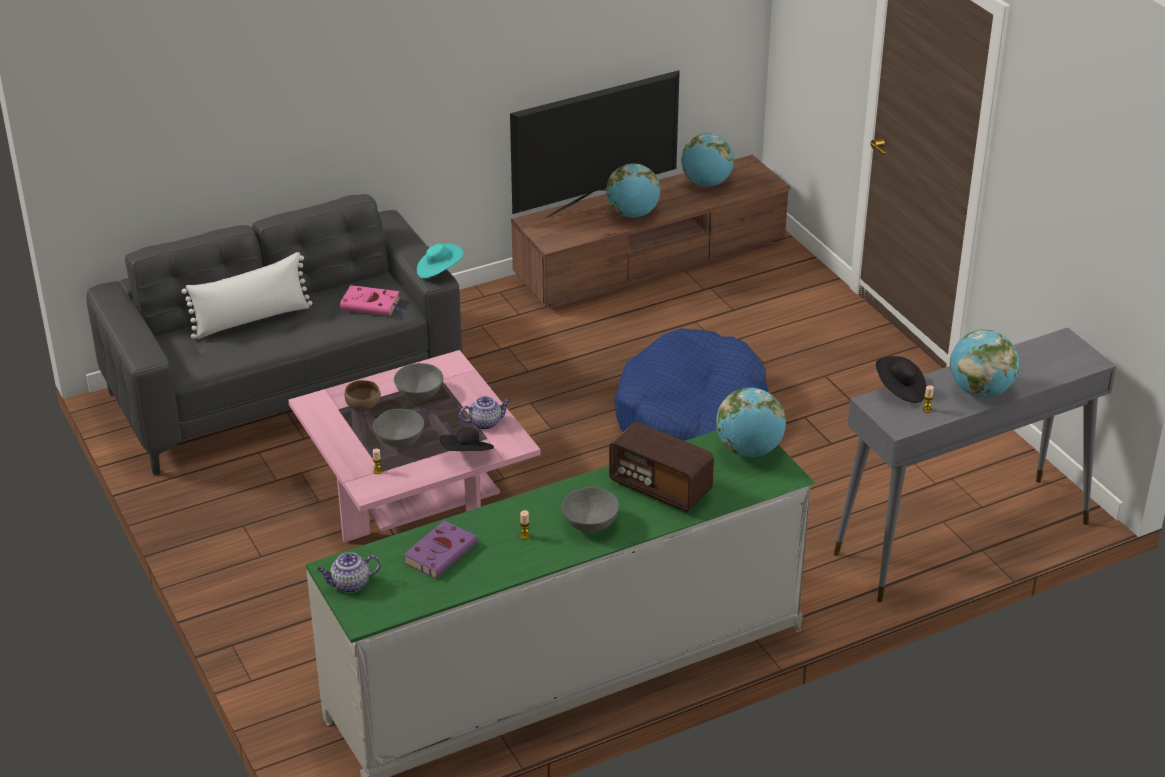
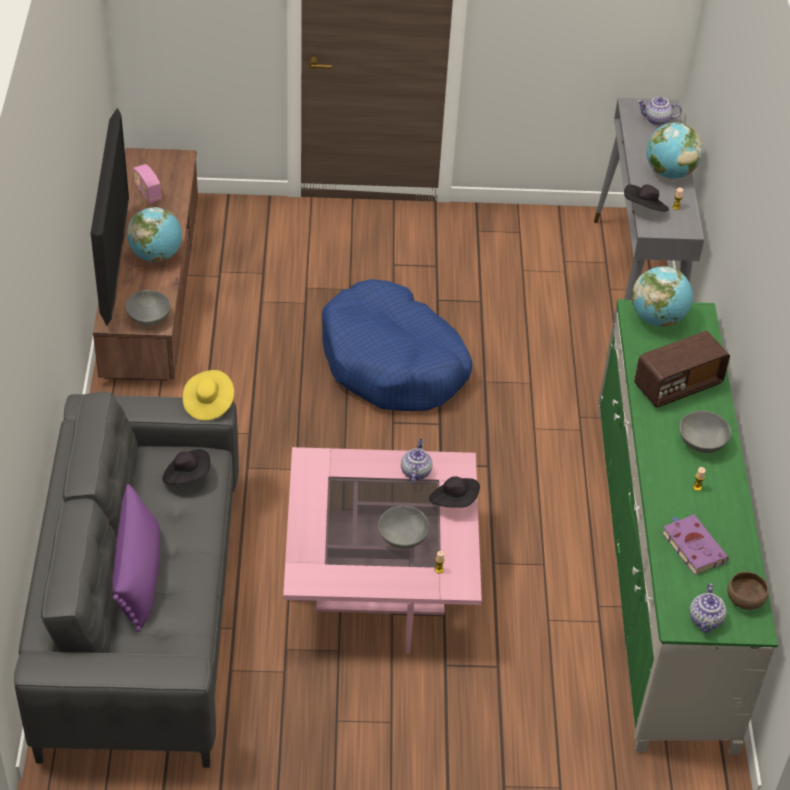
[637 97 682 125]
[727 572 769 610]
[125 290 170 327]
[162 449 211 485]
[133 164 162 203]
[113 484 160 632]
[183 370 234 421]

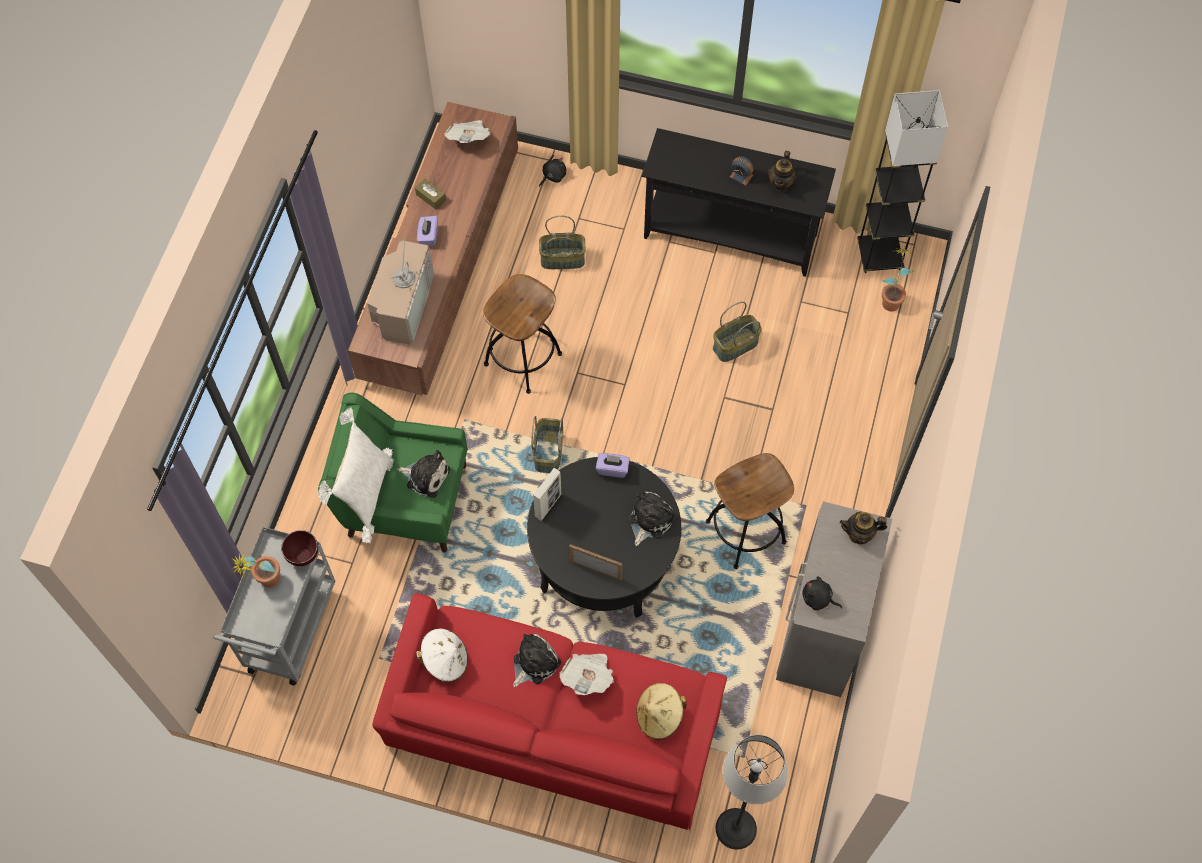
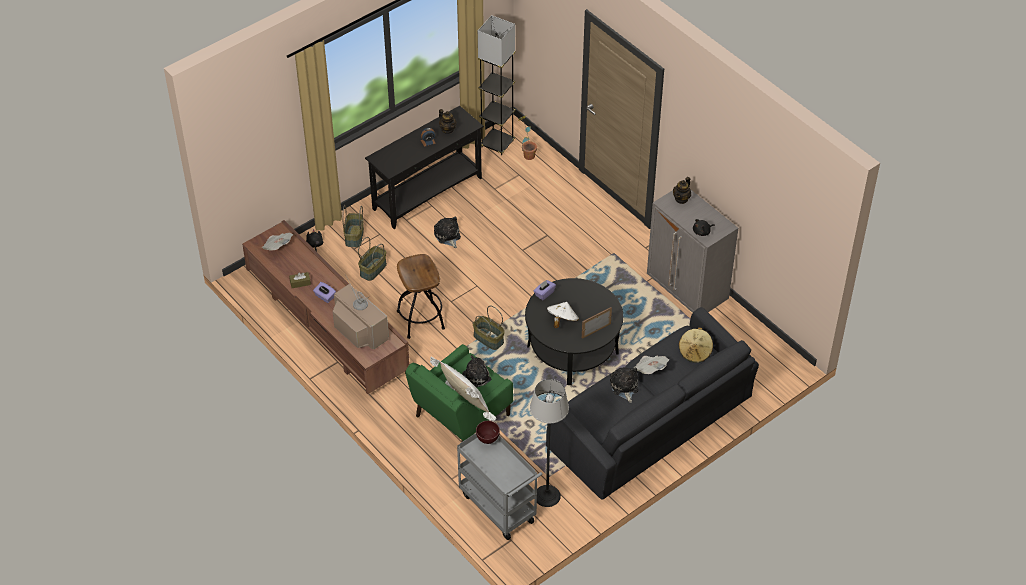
[231 552 280 587] (first image)
[533 468 561 521] (first image)
[706 453 794 569] (first image)
[547 302 579 328]
[434 216 461 248]
[342 205 364 247]
[530 379 569 507]
[546 307 759 500]

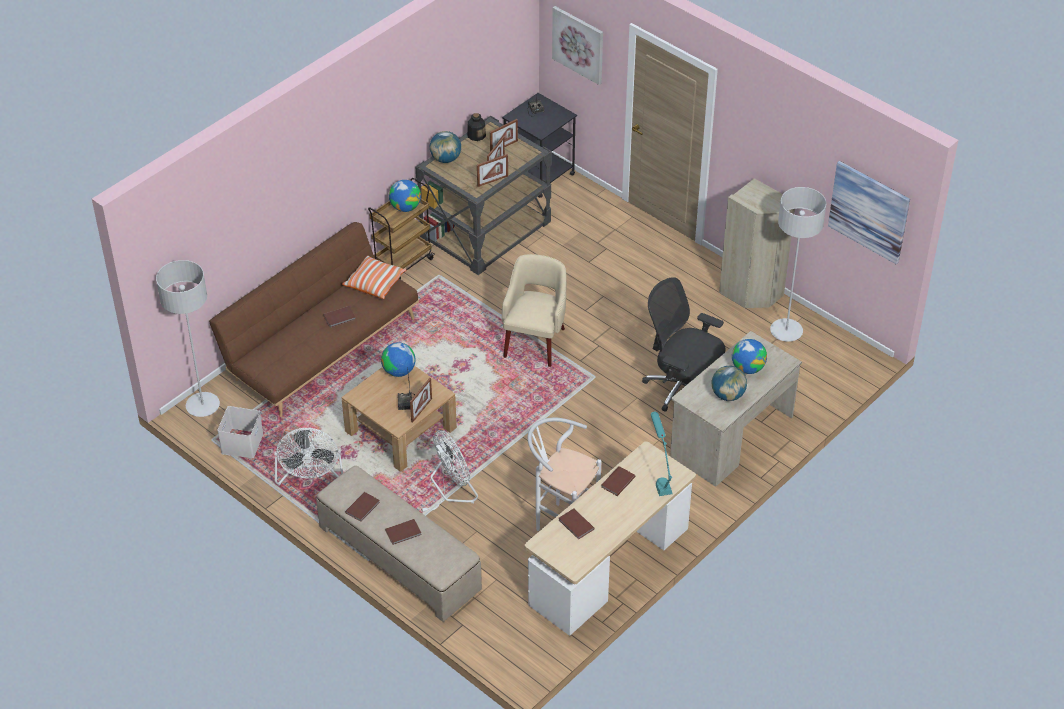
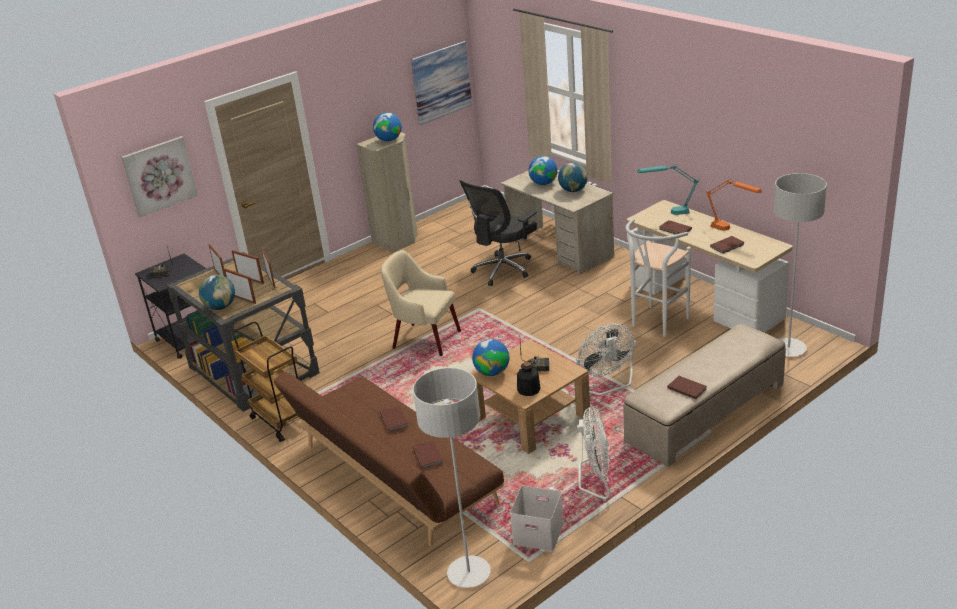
[342 256 406 299] (first image)
[706 178 762 230]
[413 440 443 469]
[373 112 402 141]
[224 268 256 304]
[517 362 541 396]
[774 173 827 357]

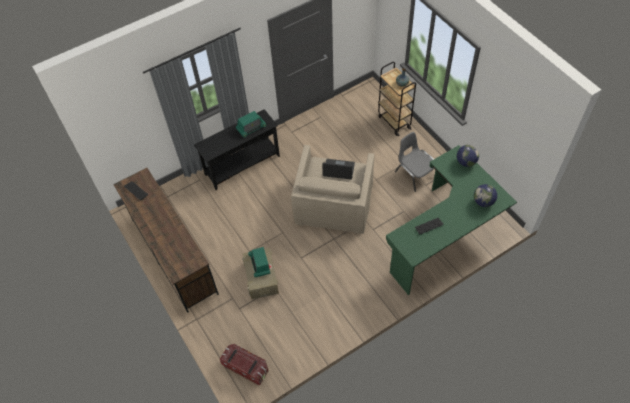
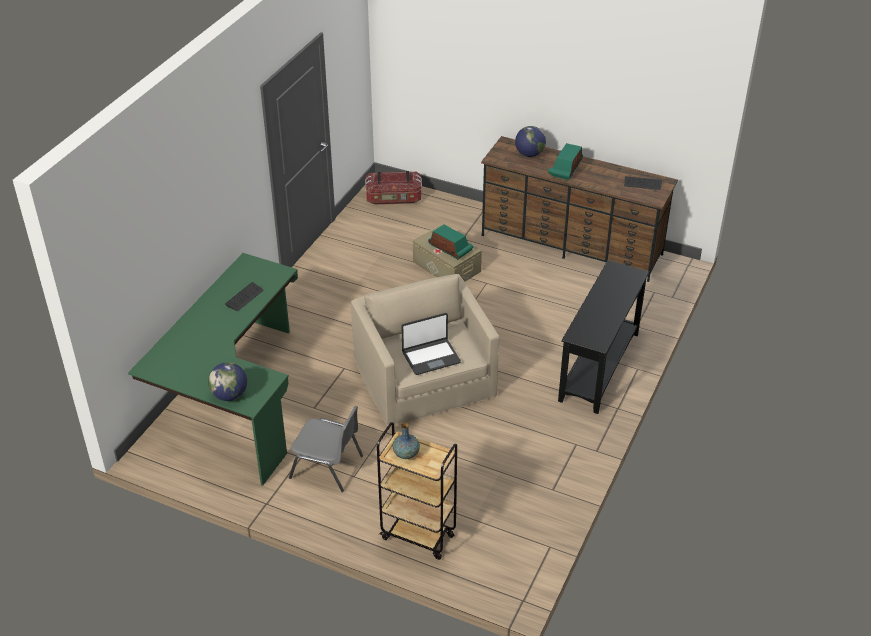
[548 143 583 180]
[515 126 546 157]

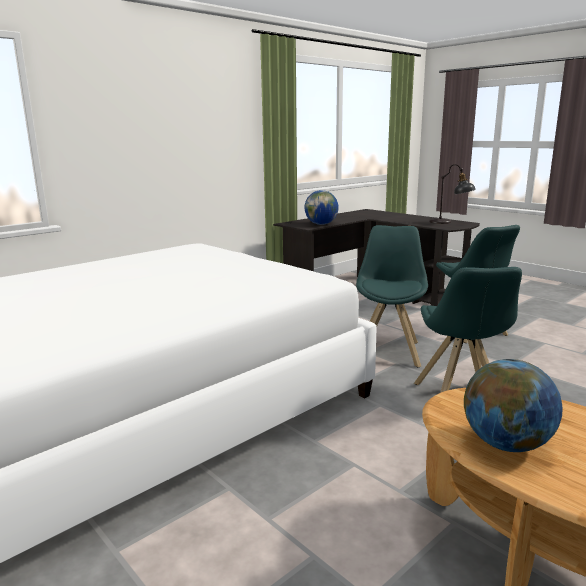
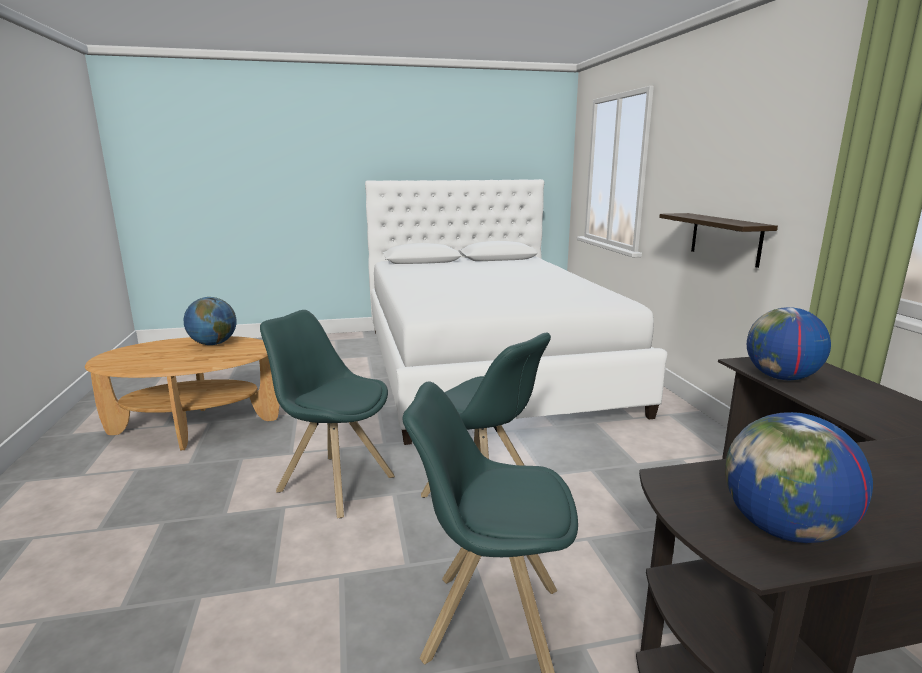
[659 213 778 268]
[725 412 873 543]

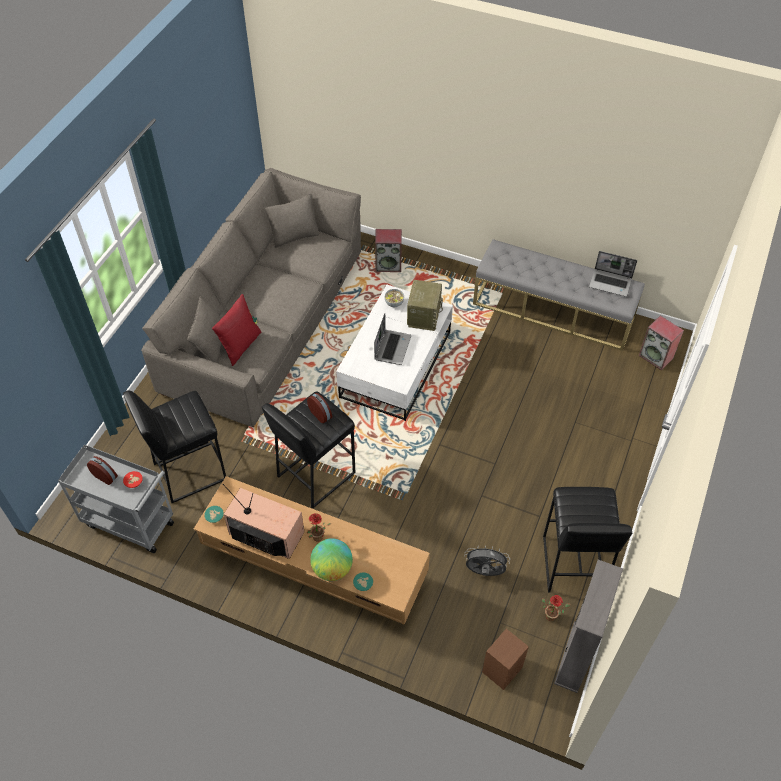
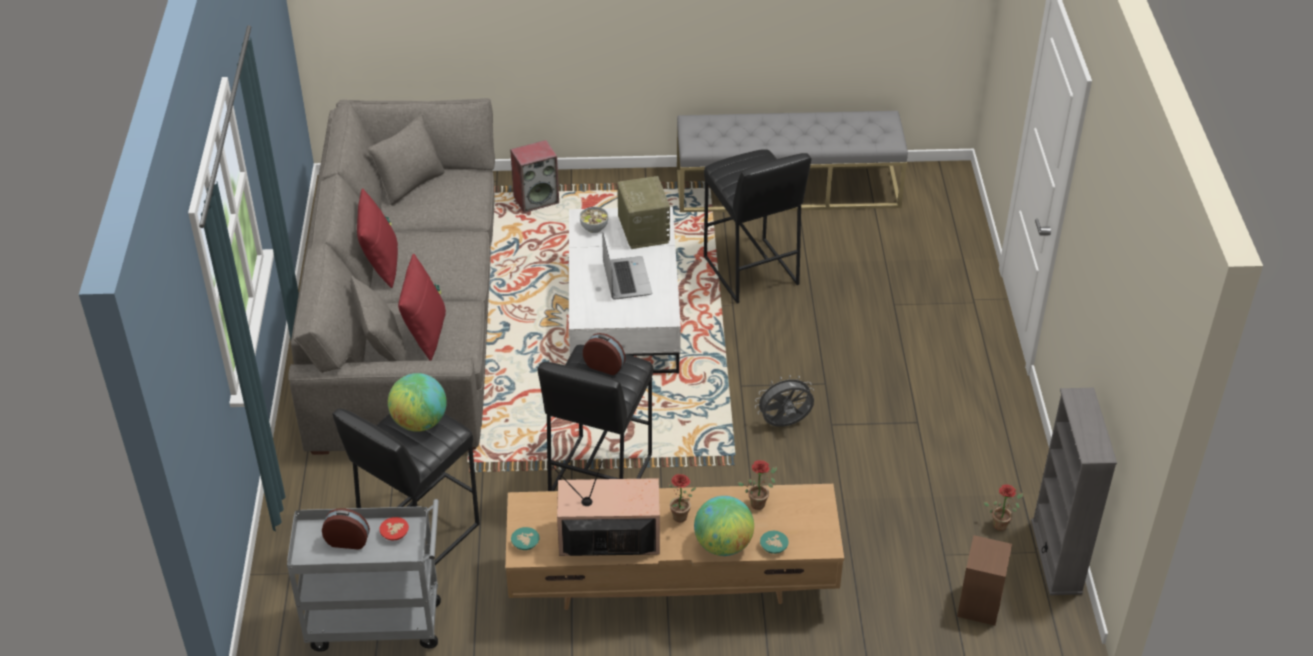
[589 251 637 297] (first image)
[639 316 684 371] (first image)
[357 189 398 288]
[388 373 447 432]
[737 460 777 510]
[755 375 814 427]
[704 149 811 304]

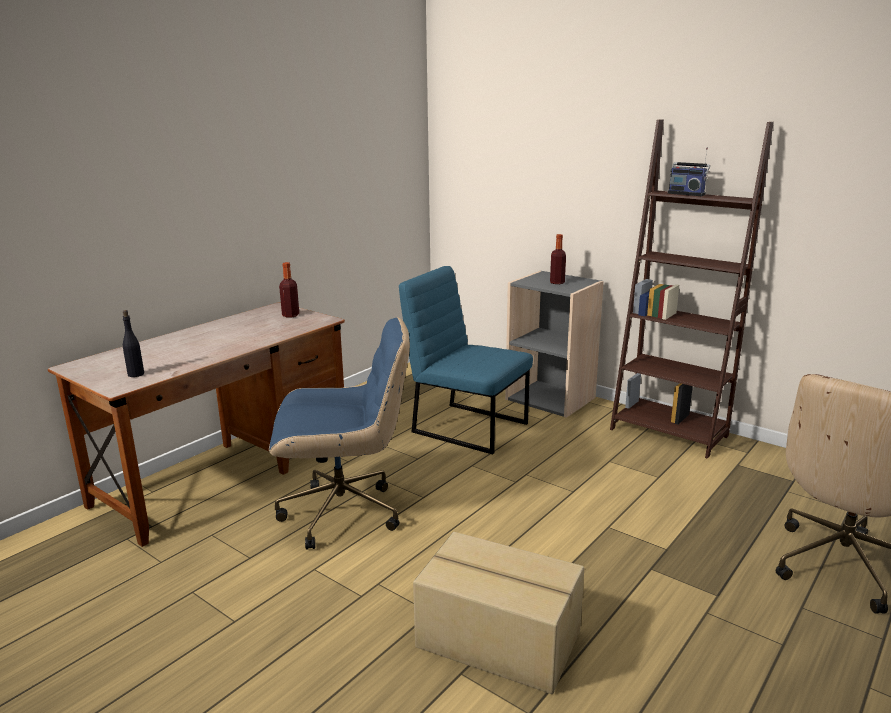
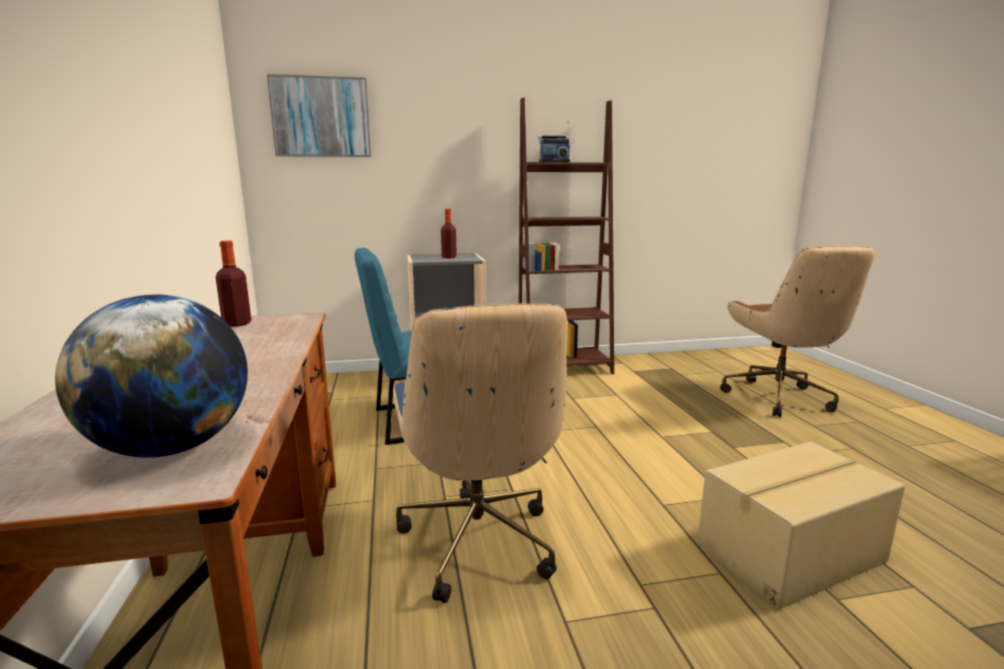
[267 74 371 157]
[55 294 248 458]
[393 304 567 603]

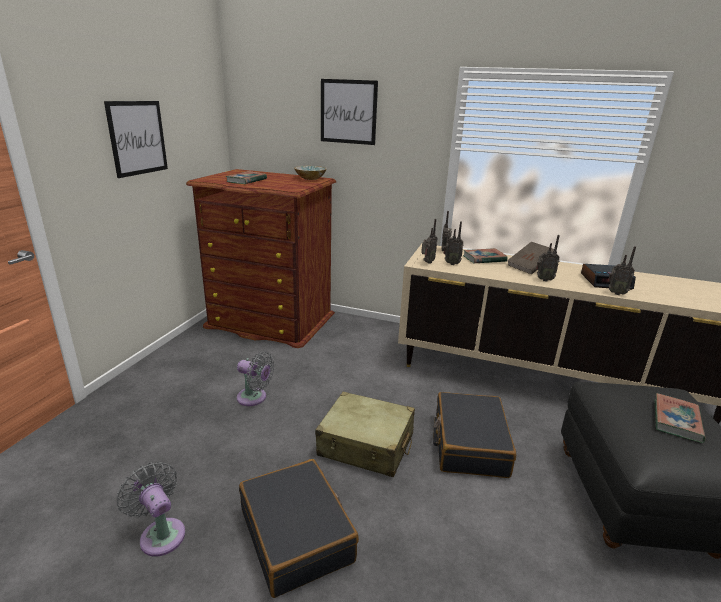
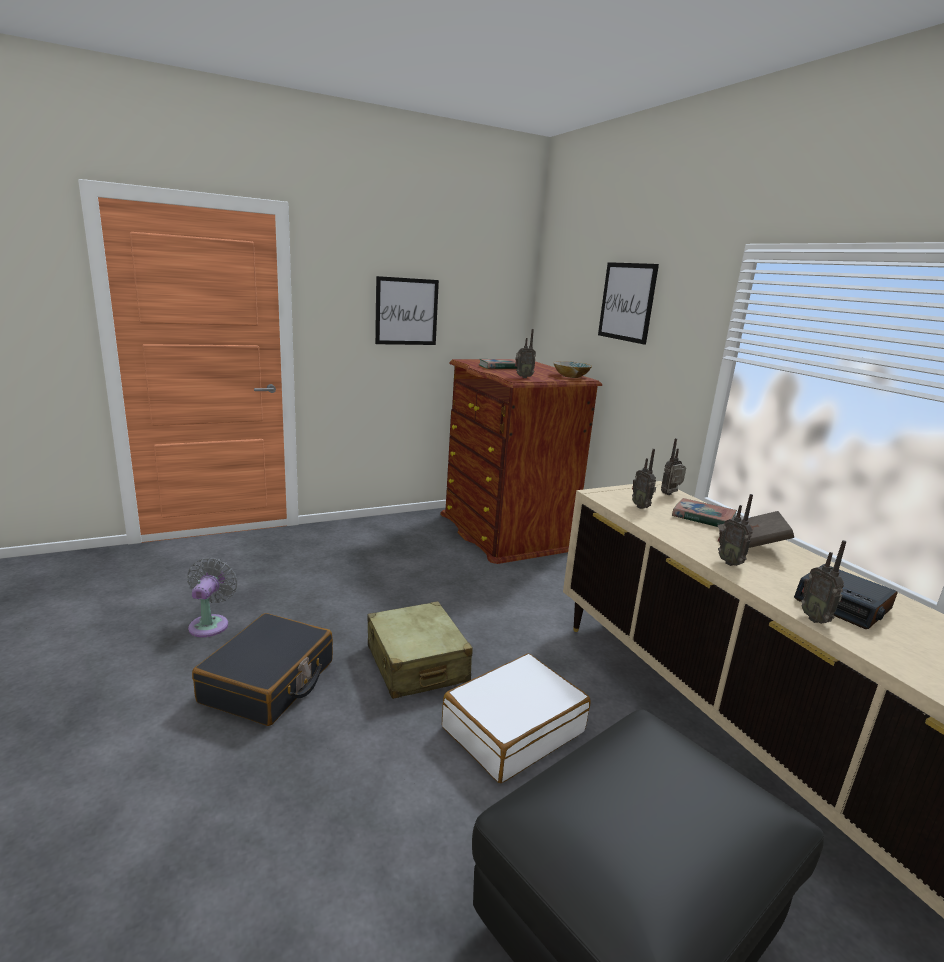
[237 351 274 406] (first image)
[654 393 705 443] (first image)
[515 329 536 378]
[442 654 591 783]

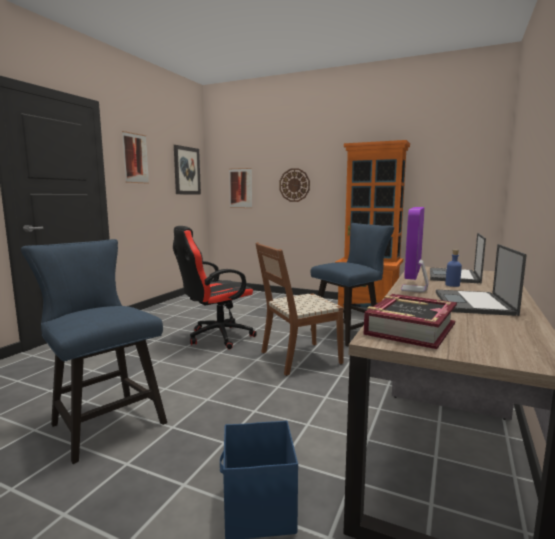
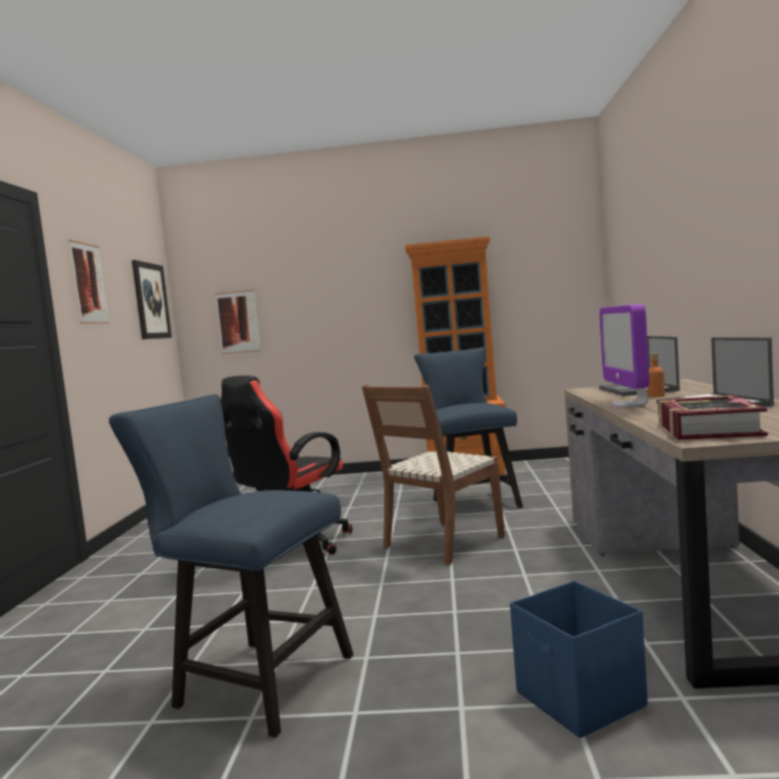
[279 168 310 202] (first image)
[647 353 665 397]
[414 347 523 508]

